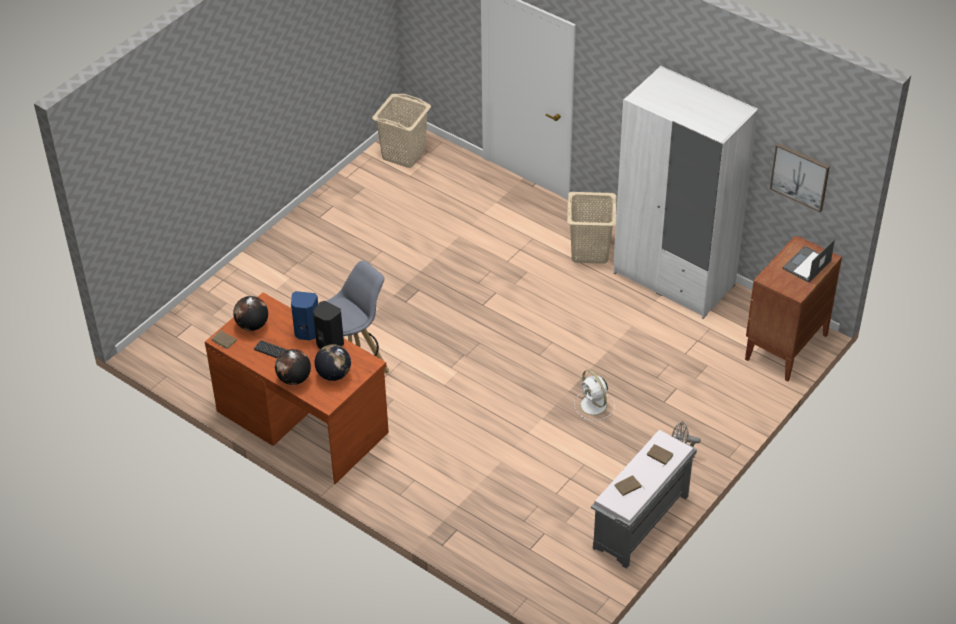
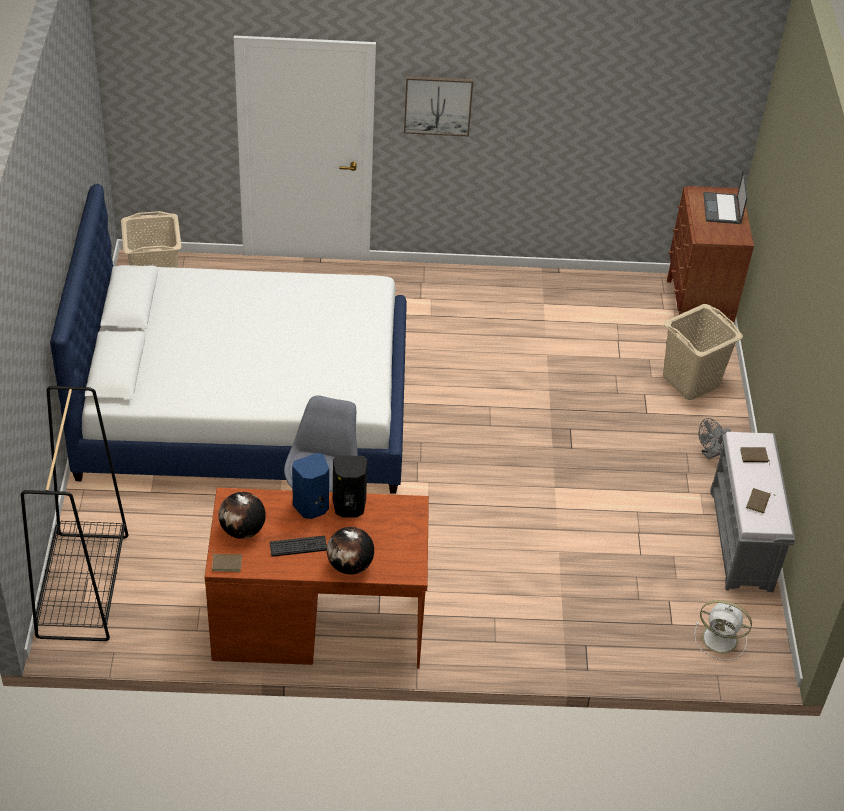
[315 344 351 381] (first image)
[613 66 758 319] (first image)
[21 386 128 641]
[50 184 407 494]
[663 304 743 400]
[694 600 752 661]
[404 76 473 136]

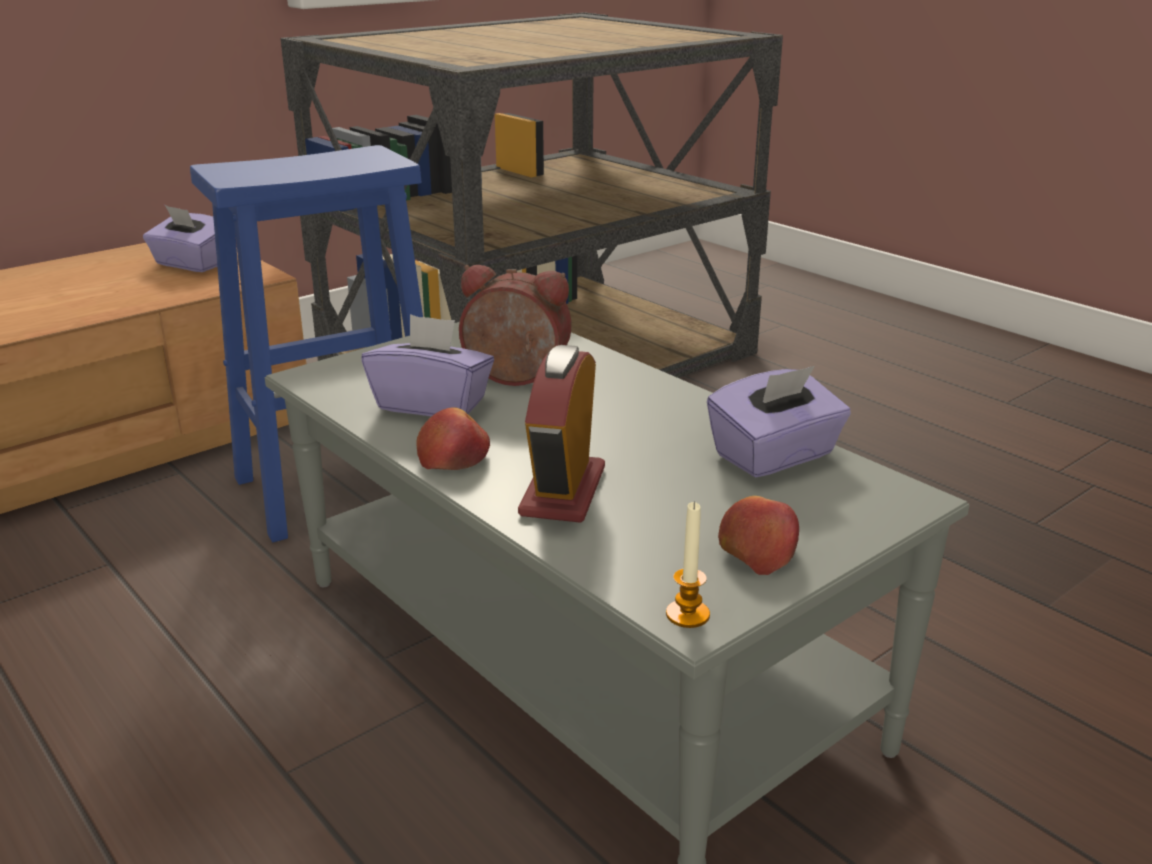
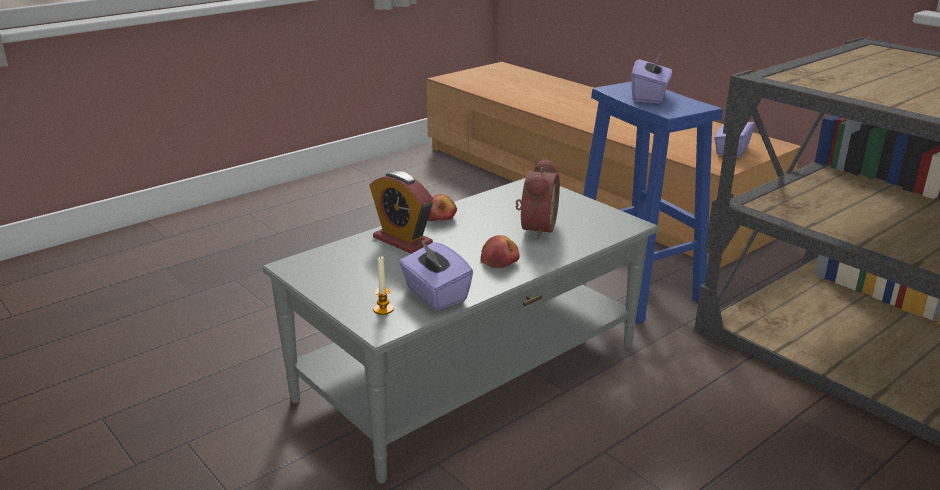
[631 52 672 104]
[373 256 394 315]
[480 235 520 268]
[370 171 433 254]

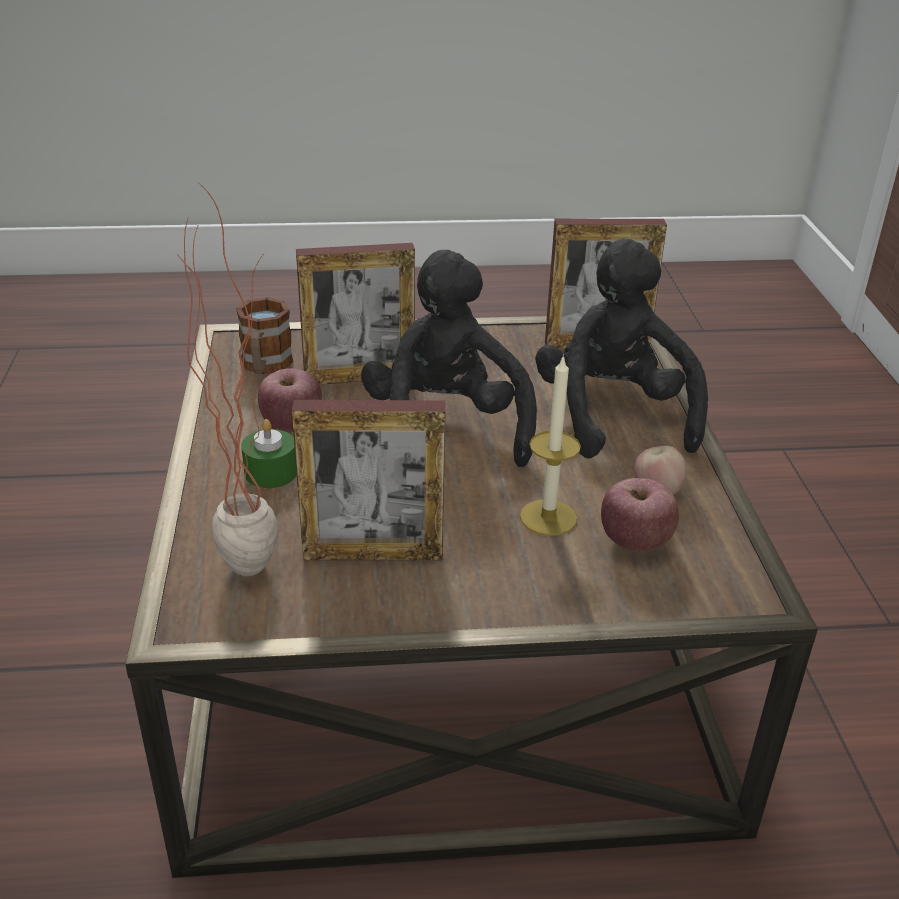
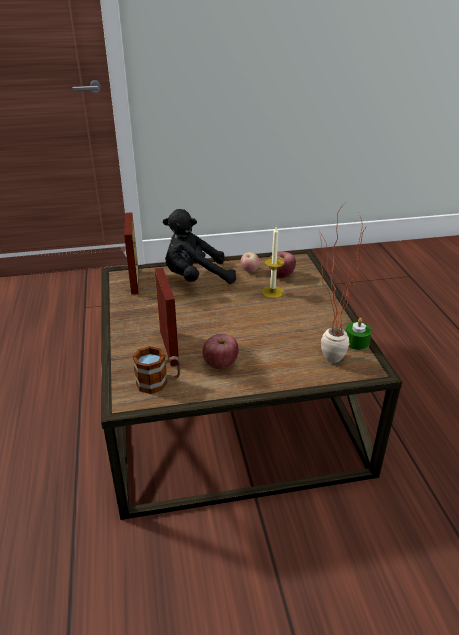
[292 400 445 560] (first image)
[361 250 537 467] (first image)
[346 318 372 350]

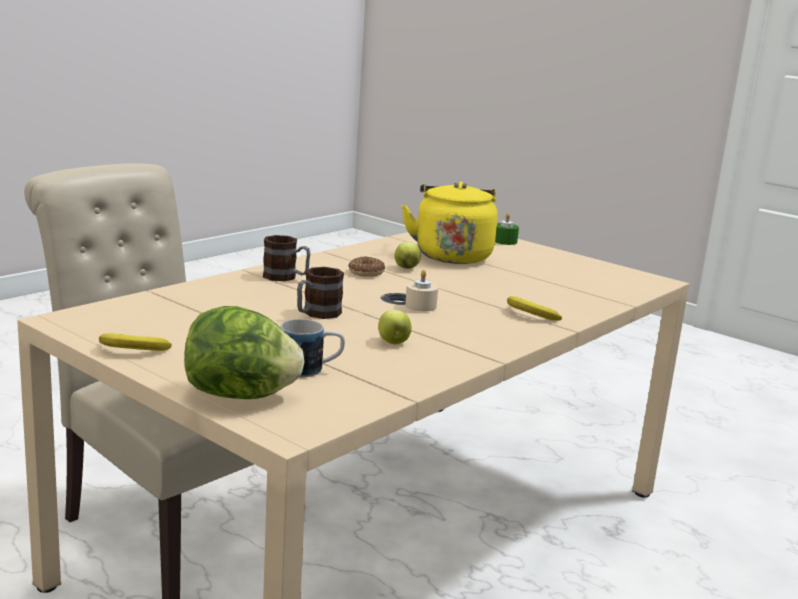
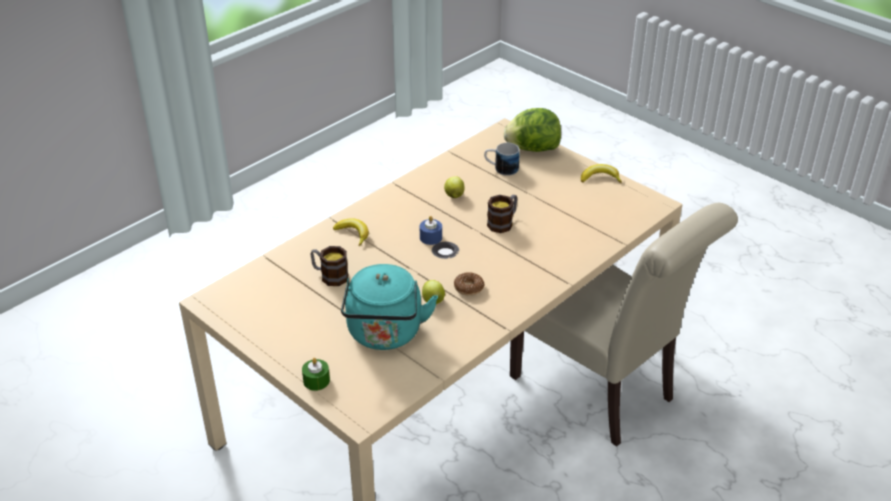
[310 246 348 286]
[341 264 438 350]
[420 216 442 245]

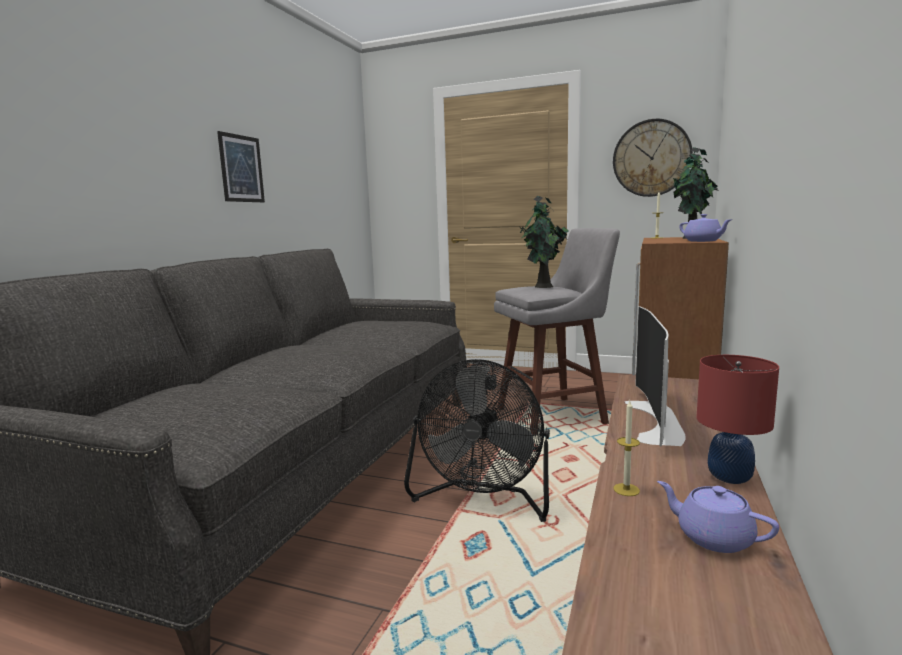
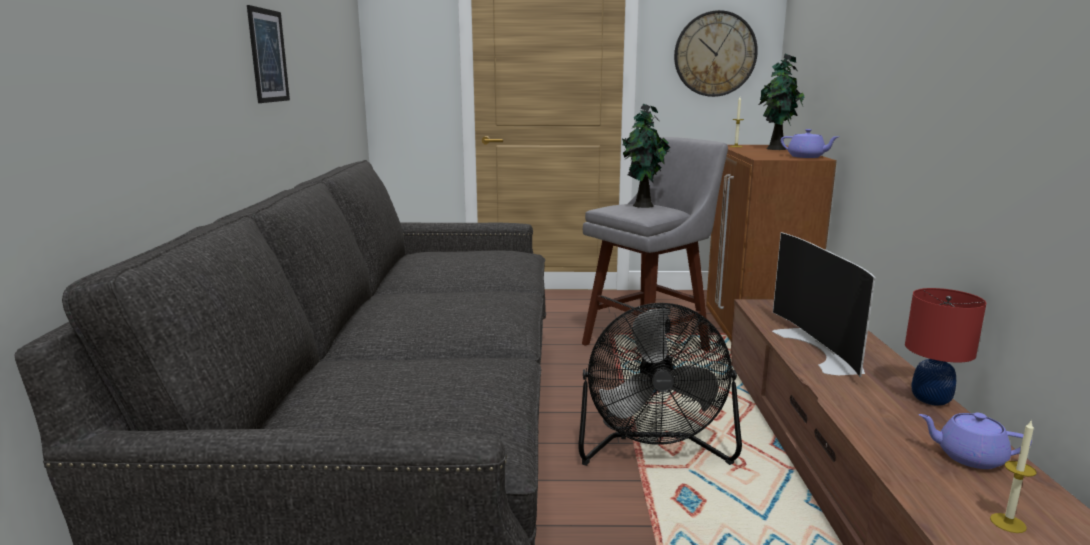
[990 419 1037 533]

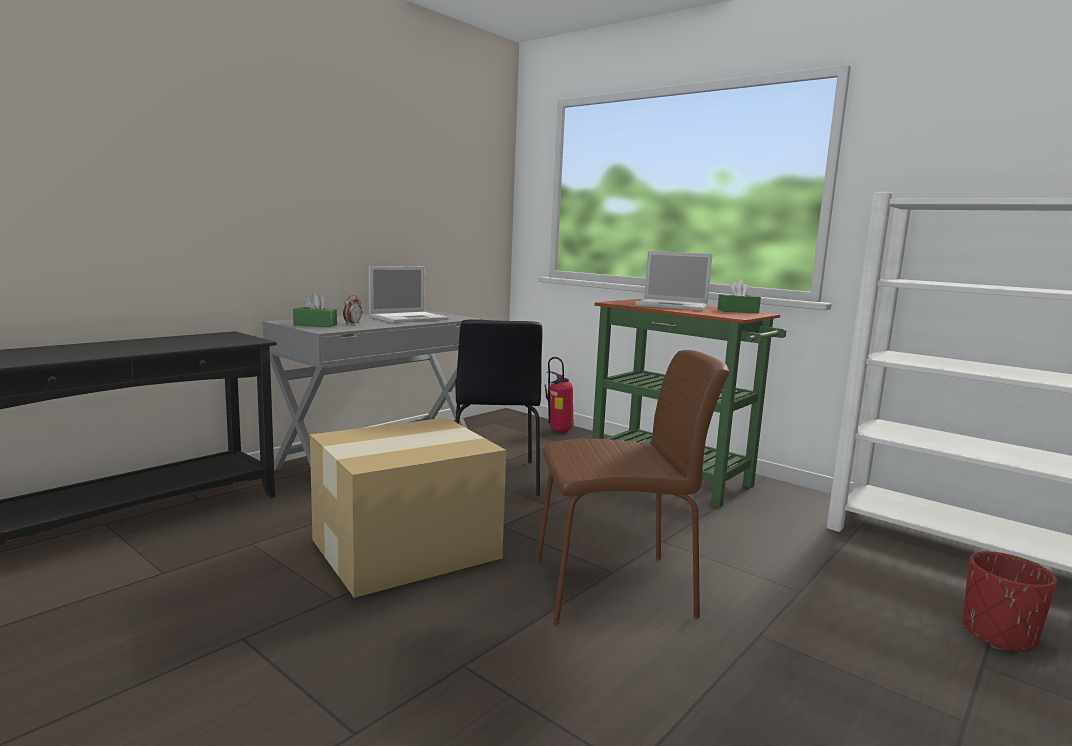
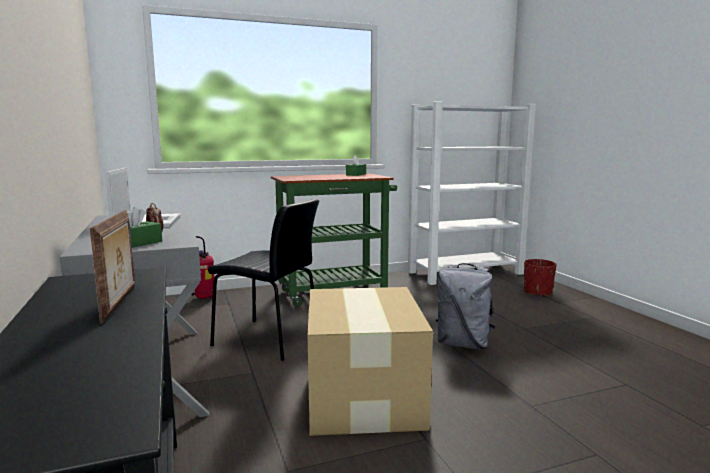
[635 251 712 311] (first image)
[90 210 135 324]
[436 263 495 349]

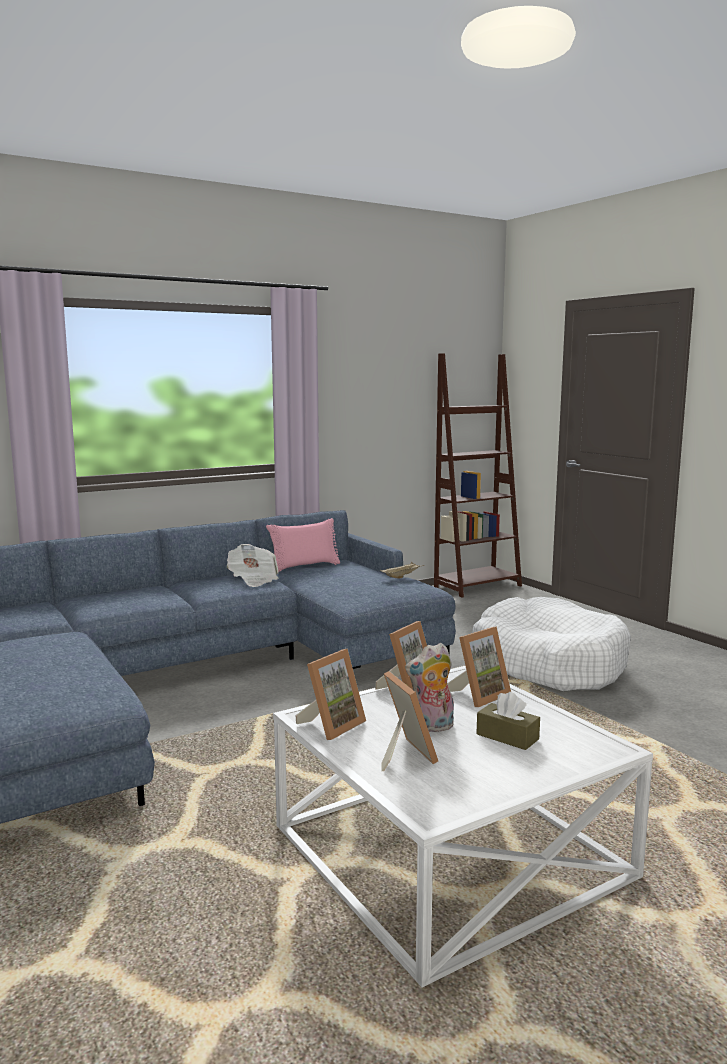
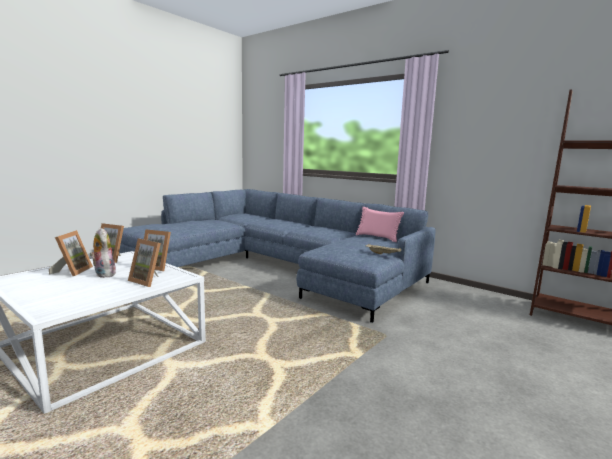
[226 544 278 587] (first image)
[472 597 631 691] (first image)
[477 692 540 750] (first image)
[49 230 93 276]

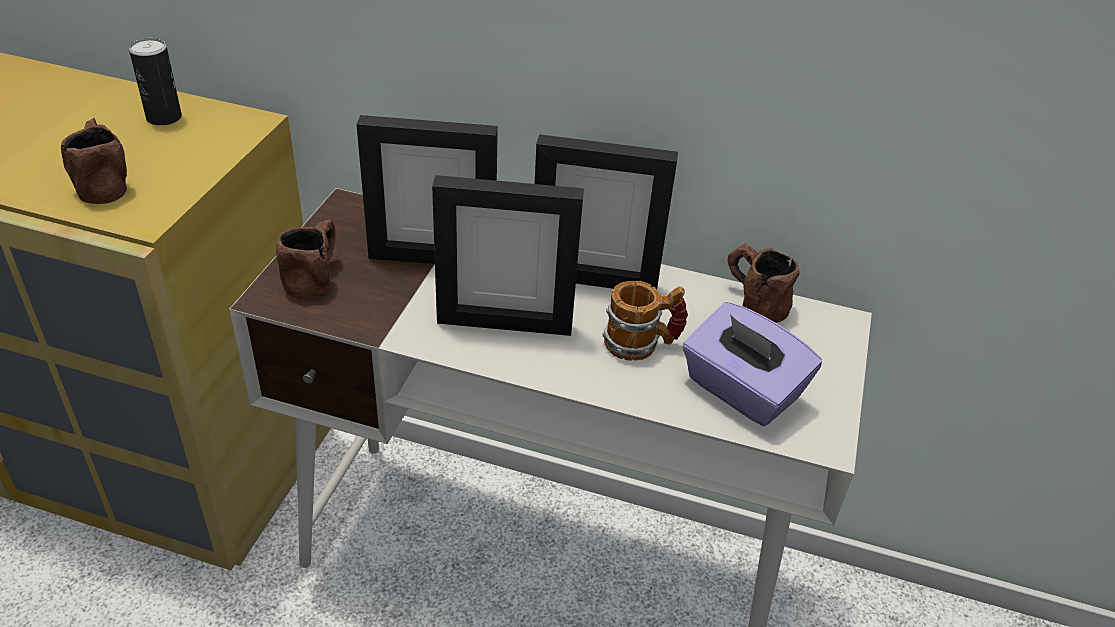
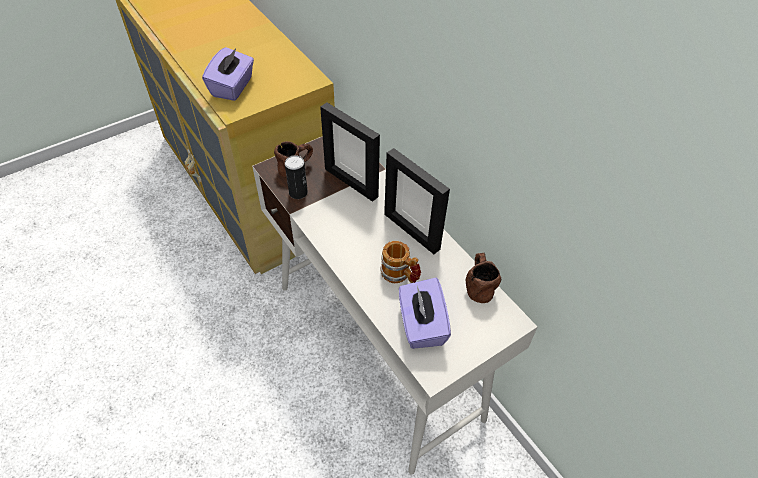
[432 175 584 336] (first image)
[285 155 308 199]
[202 47 254 101]

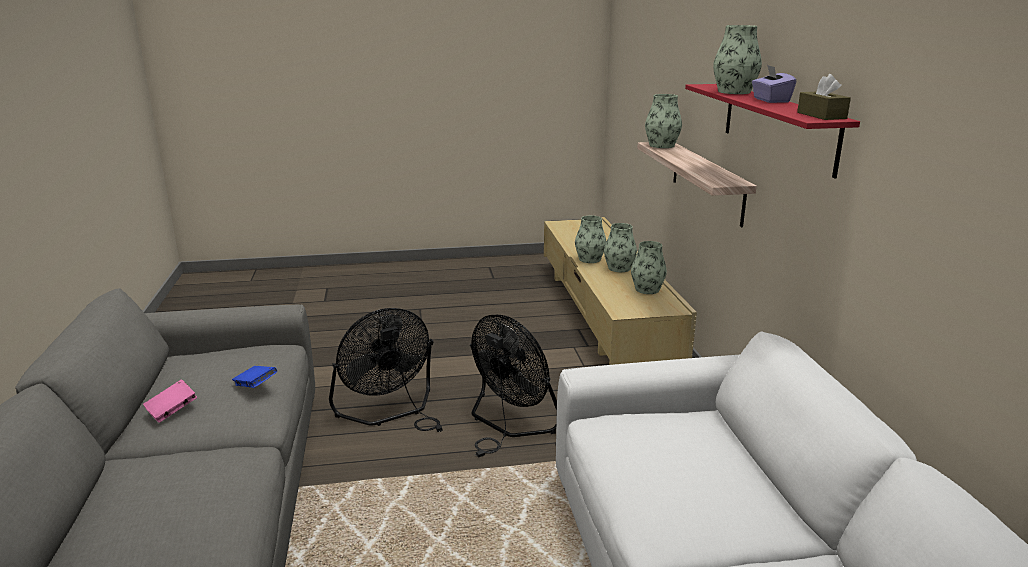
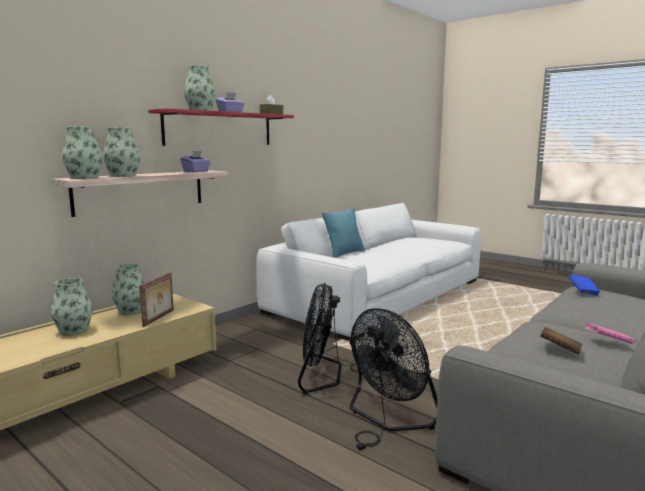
[139 272 174 327]
[181 151 211 172]
[322 208 365 258]
[540 327 583 355]
[569 275 600 296]
[103 127 140 177]
[349 308 437 450]

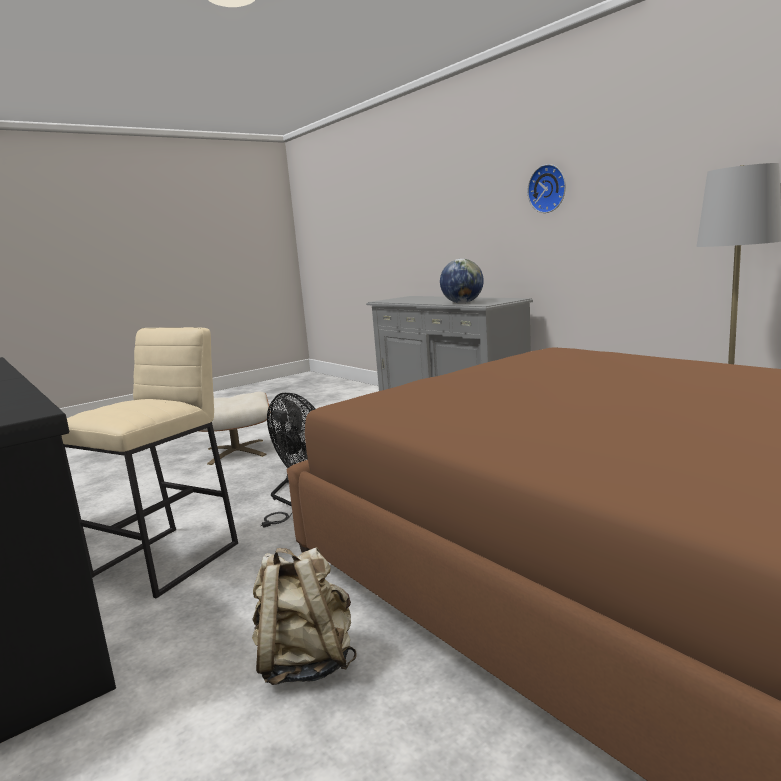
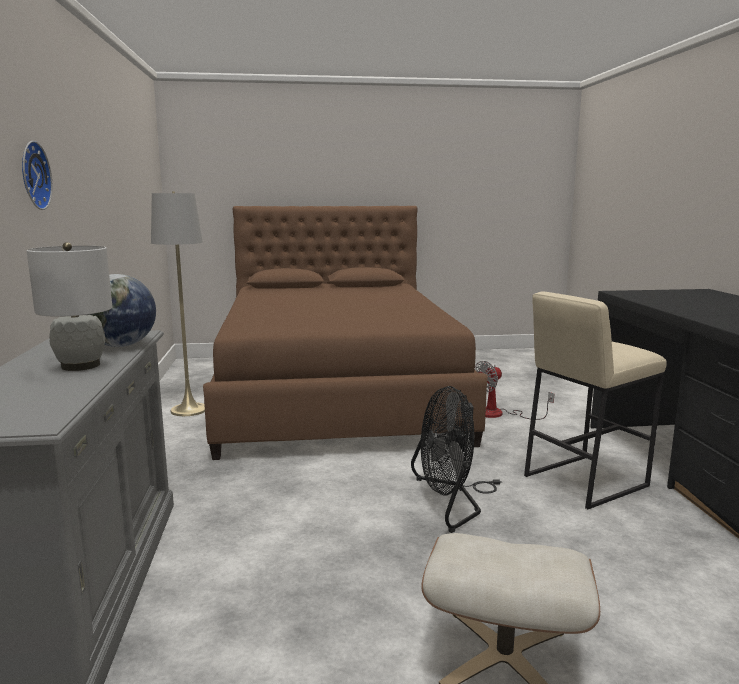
[27 242 112 371]
[475 361 554 420]

